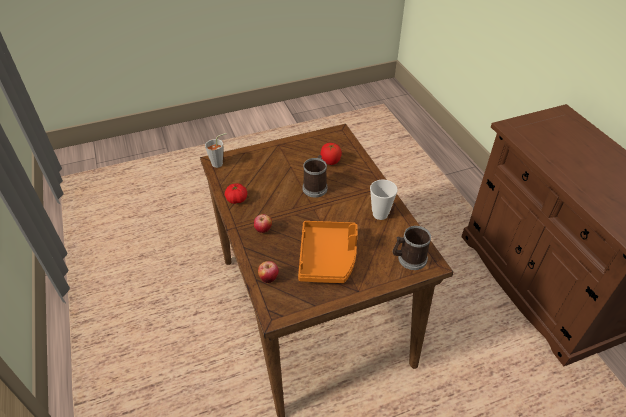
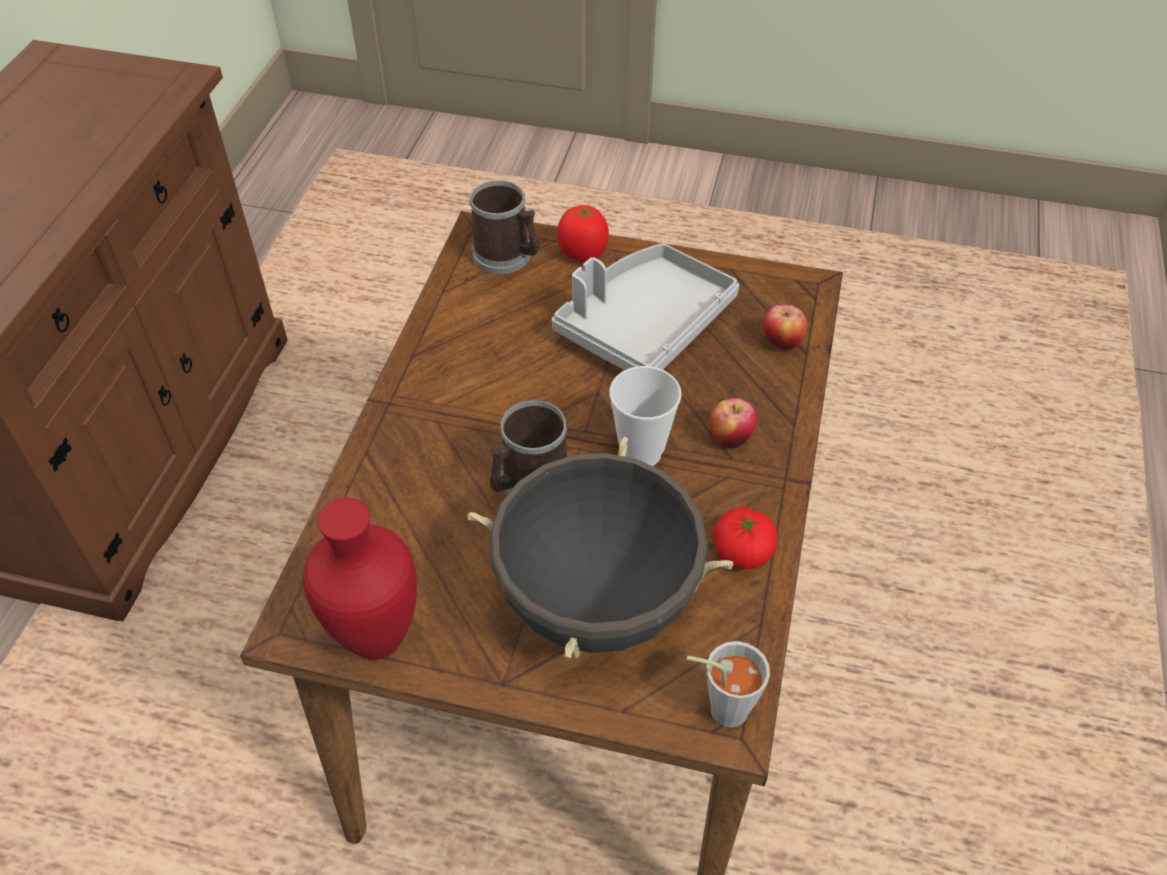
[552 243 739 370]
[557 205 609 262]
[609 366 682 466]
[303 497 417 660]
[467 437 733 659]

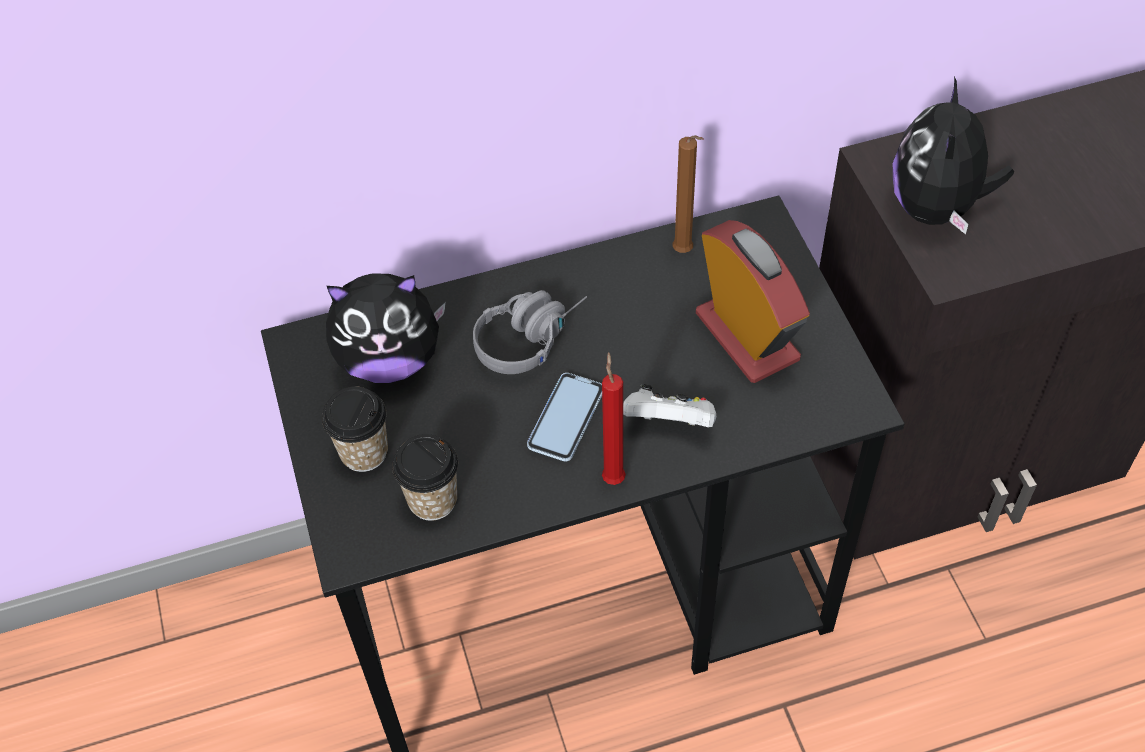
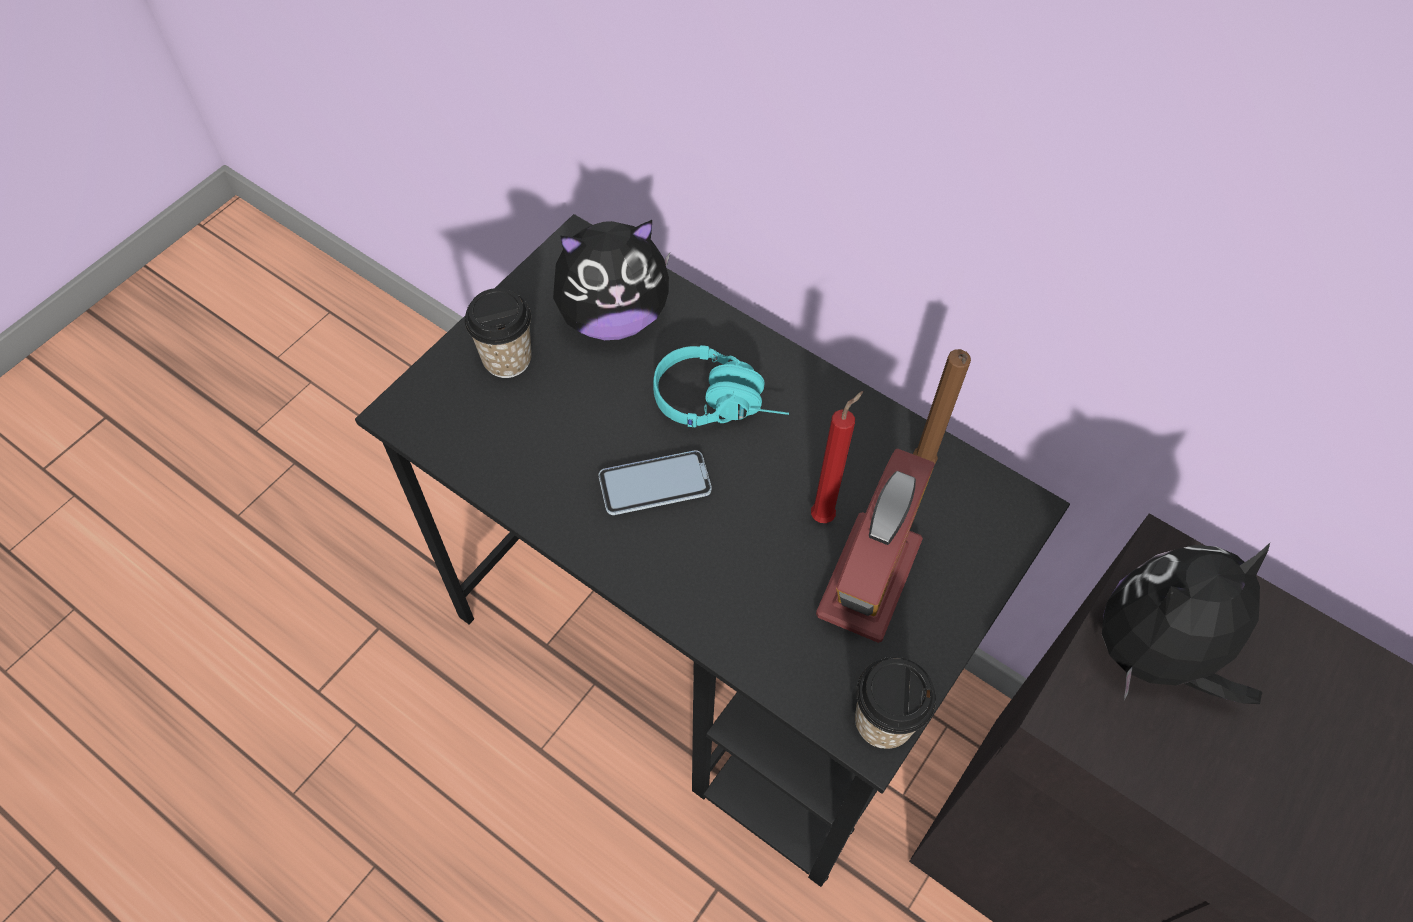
[553 220 670 340]
[855 657 936 749]
[653 345 789 428]
[811 391 863 523]
[623 384 716 427] (first image)

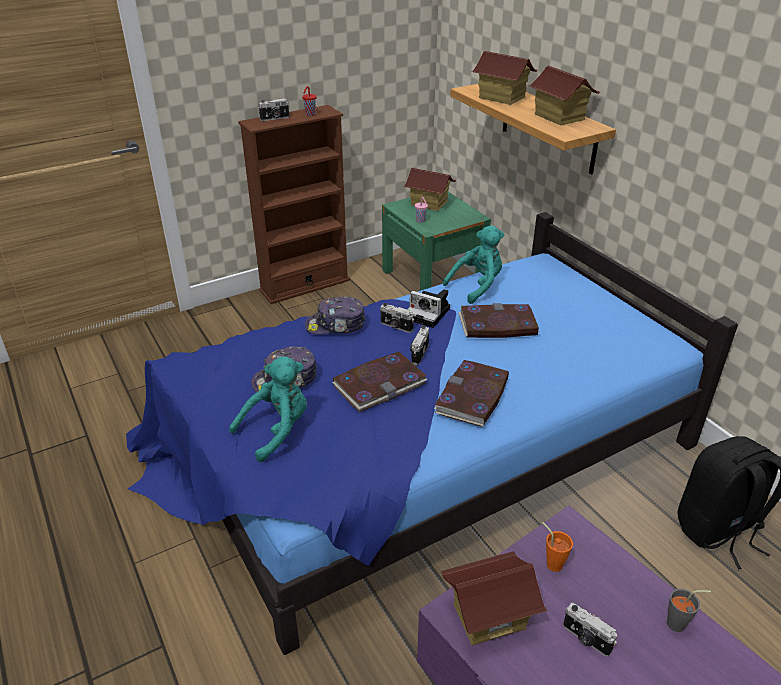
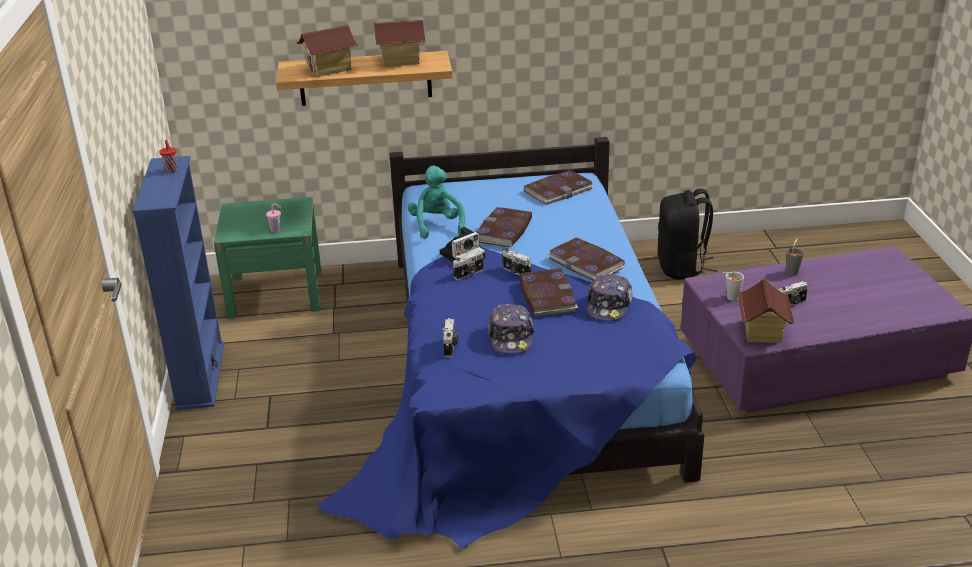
[229 356 307 462] (first image)
[133 156 224 410]
[442 318 458 358]
[587 274 633 321]
[403 168 456 211] (first image)
[722 272 744 301]
[524 170 593 205]

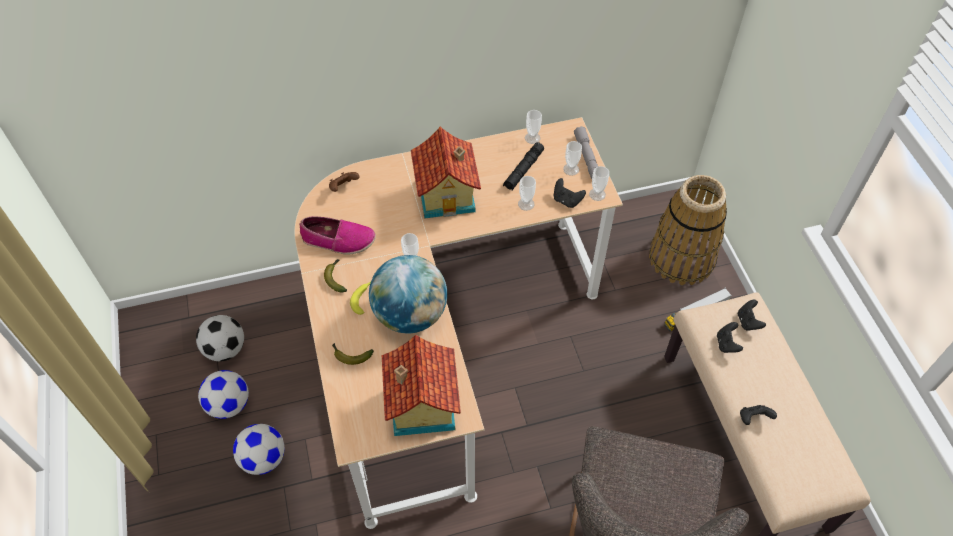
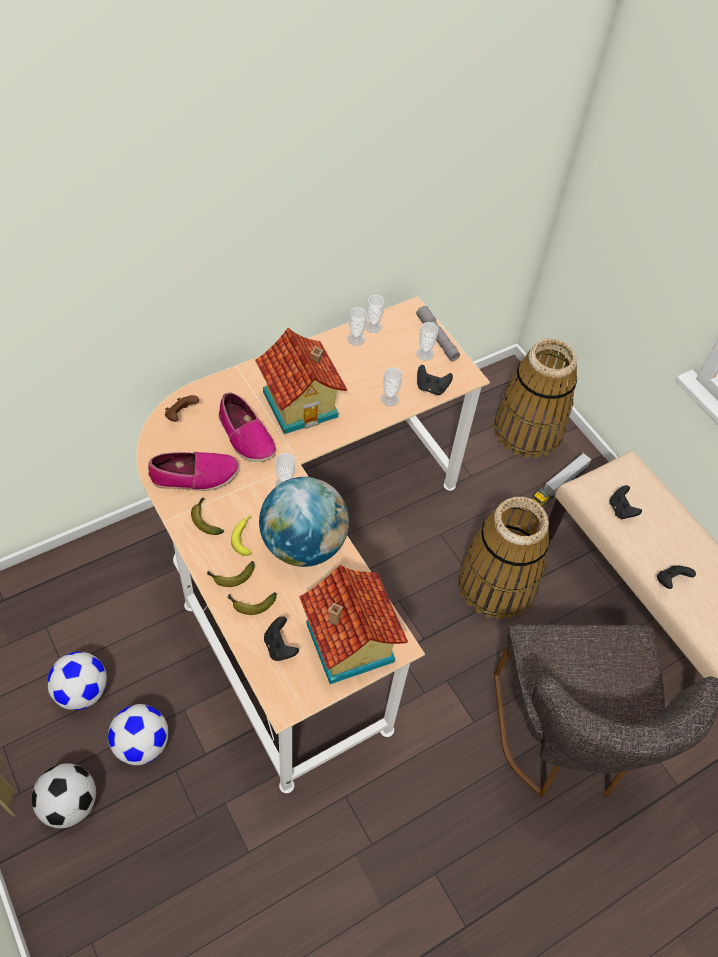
[32 763 96 828]
[503 142 544 190] (first image)
[347 307 367 346]
[264 616 299 661]
[207 561 255 587]
[218 392 276 462]
[458 497 550 620]

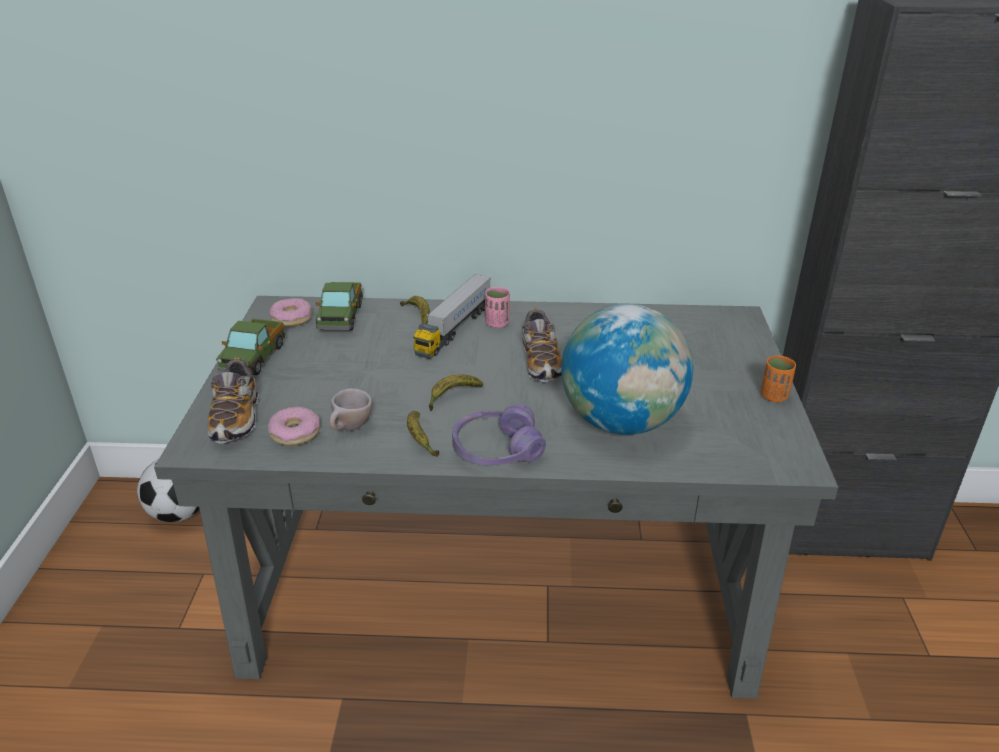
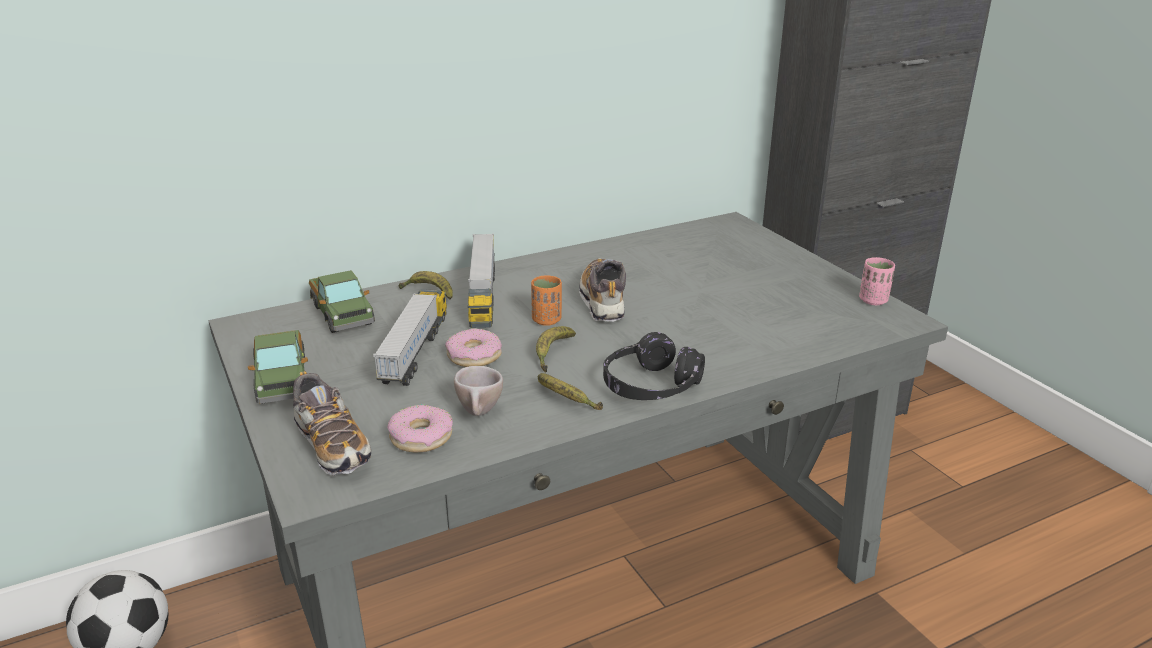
[445 328 502 367]
[603 332 705 400]
[859 257 895 305]
[579 258 626 322]
[561 304 693 435] (first image)
[531 275 562 326]
[373 289 447 386]

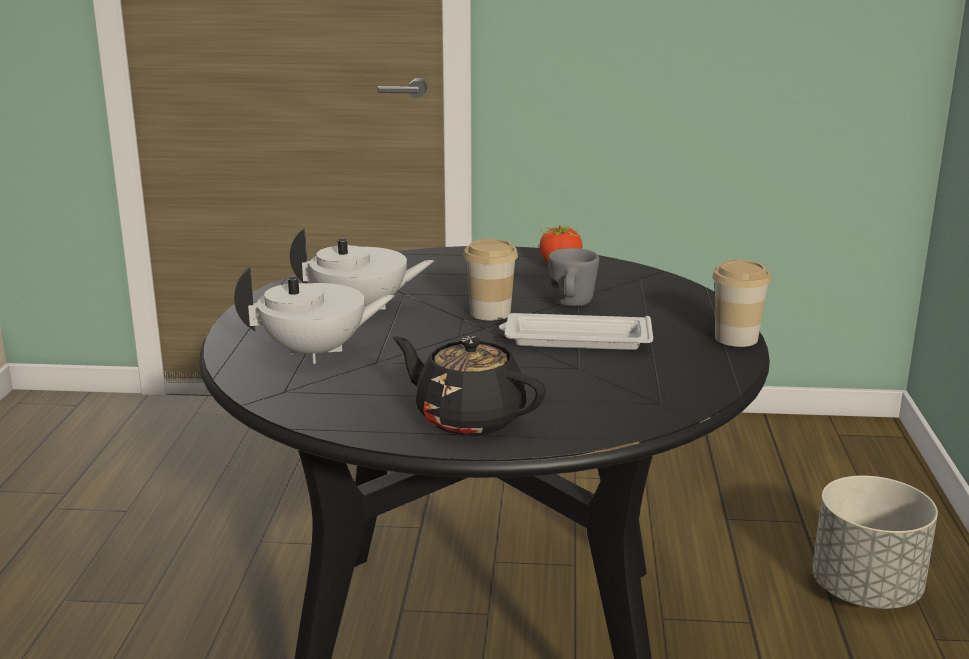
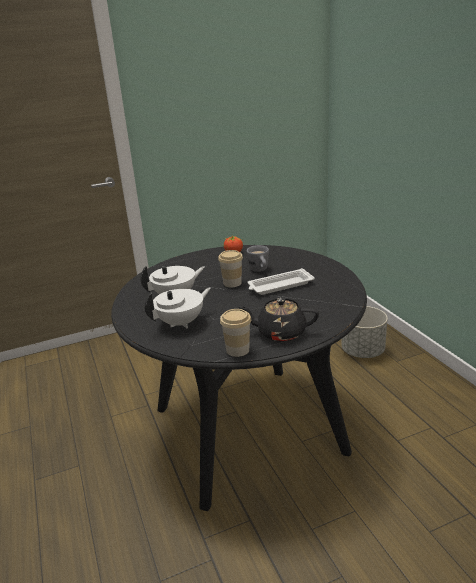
[220 309 251 357]

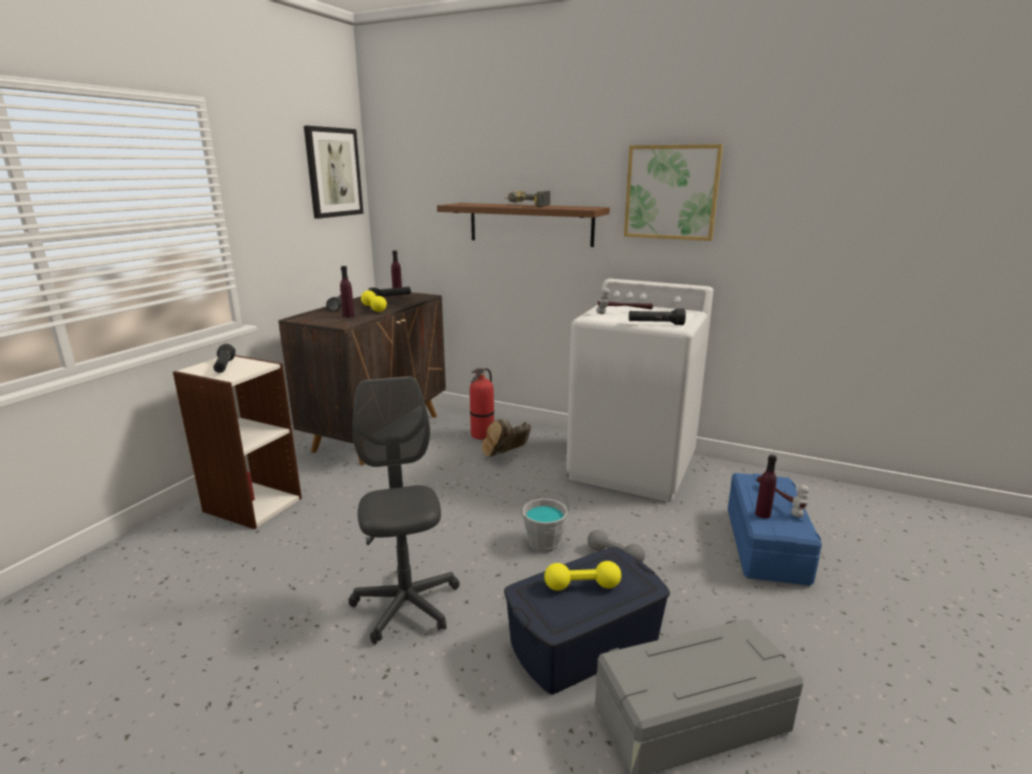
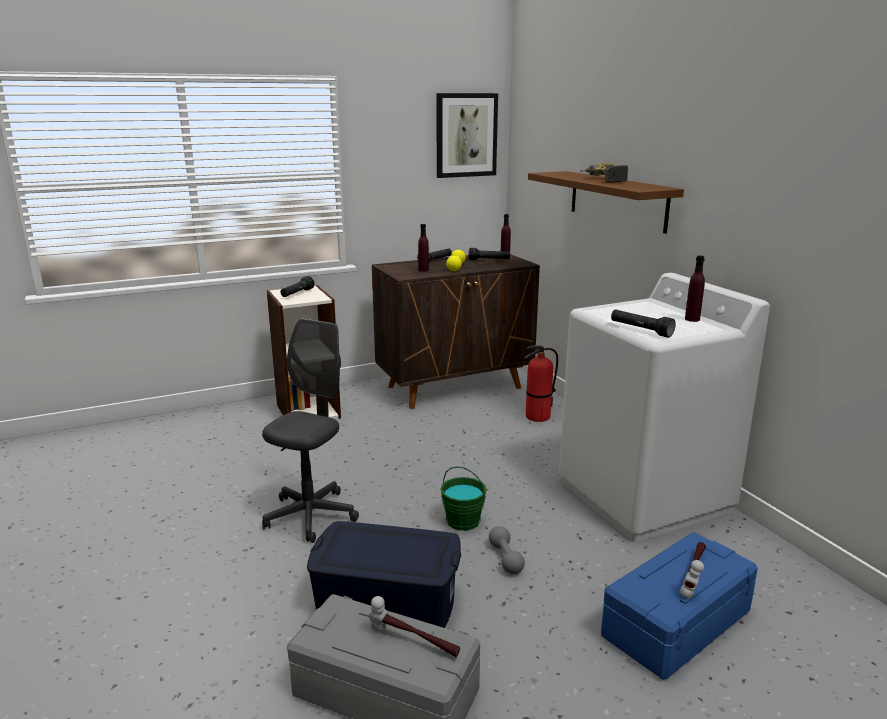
[482 419 531 457] (first image)
[440 466 487 531]
[544 561 621 591] (first image)
[369 596 460 657]
[624 144 723 241] (first image)
[685 255 705 322]

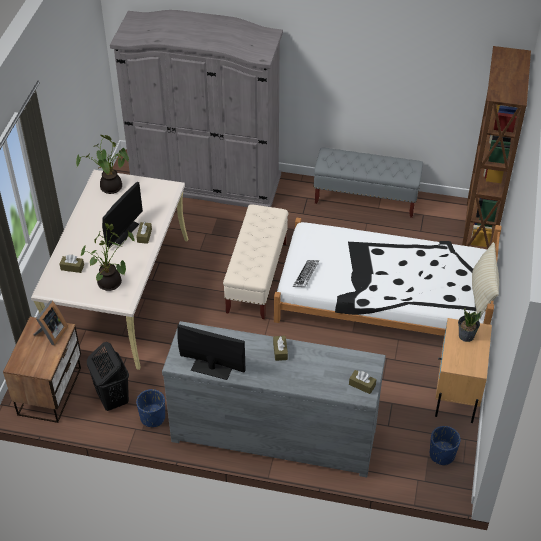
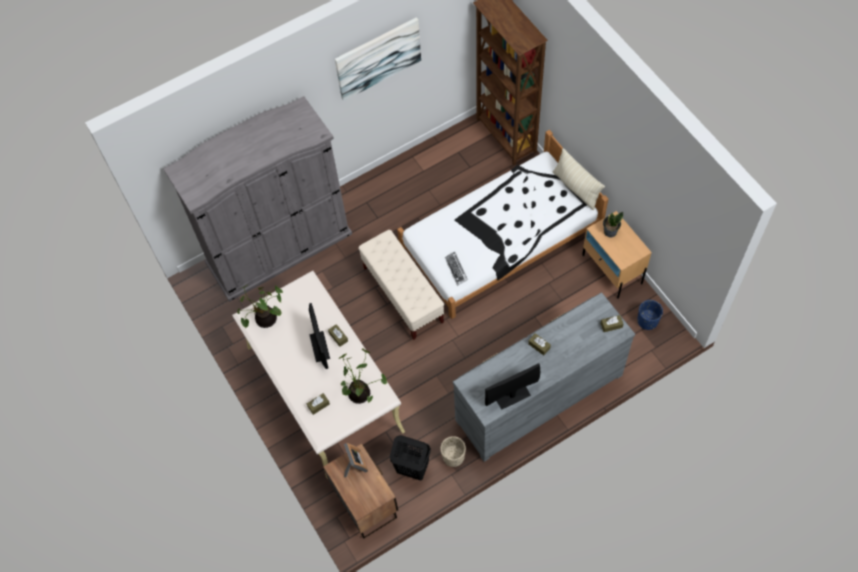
[441 436 466 467]
[313 147 423 218] (first image)
[335 17 421 101]

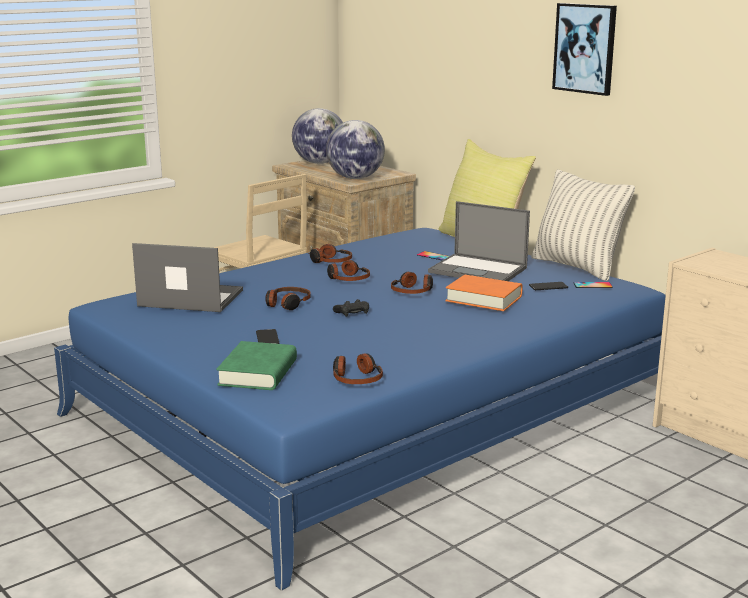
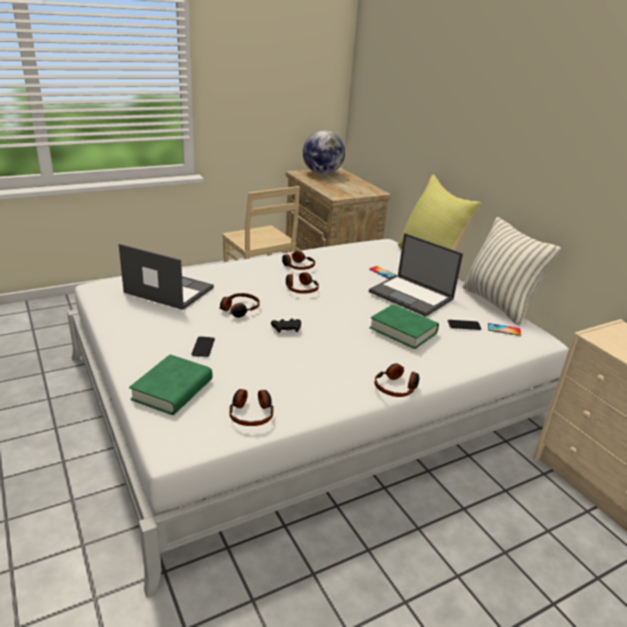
[67 239 569 597]
[326 120 385 179] (first image)
[374 363 420 397]
[369 304 439 349]
[552 3 617 96] (first image)

